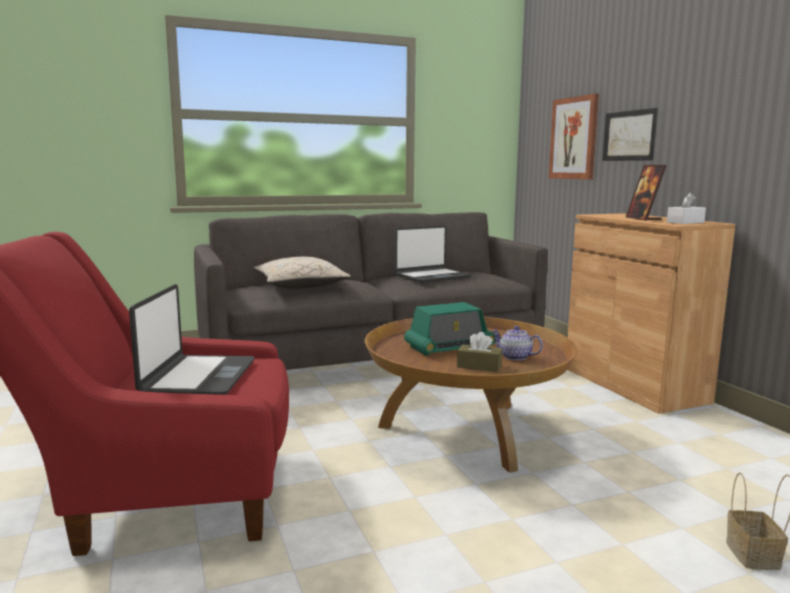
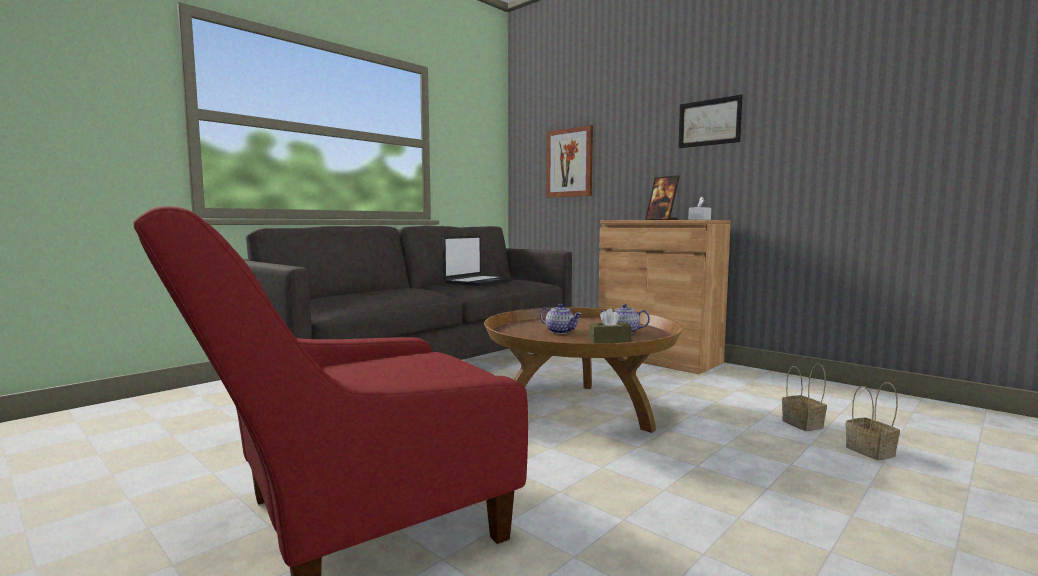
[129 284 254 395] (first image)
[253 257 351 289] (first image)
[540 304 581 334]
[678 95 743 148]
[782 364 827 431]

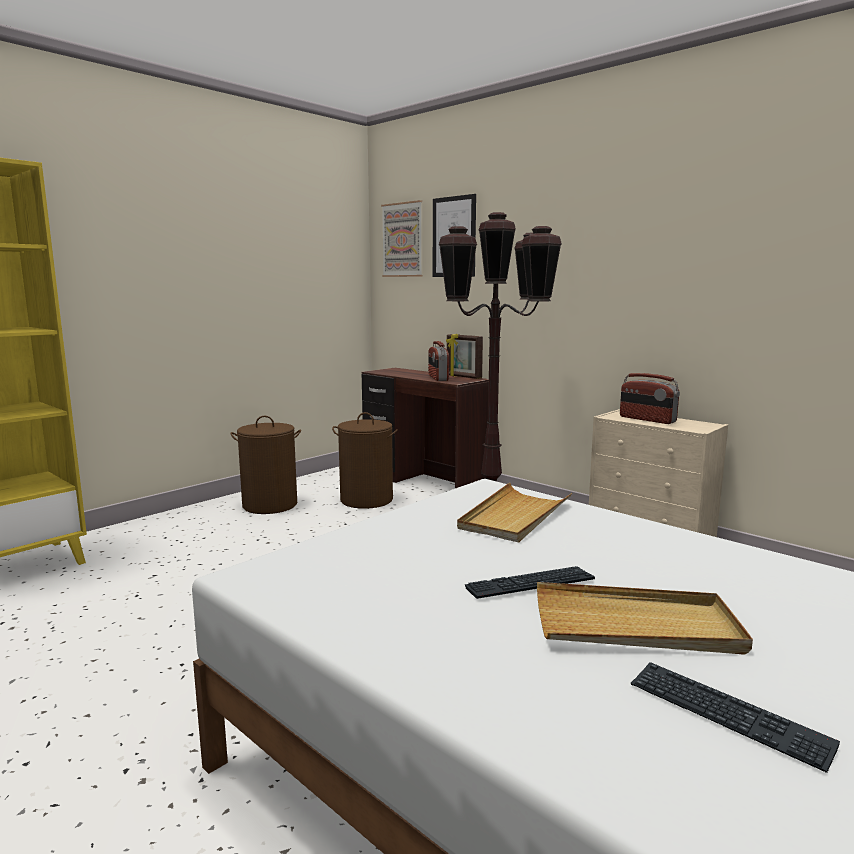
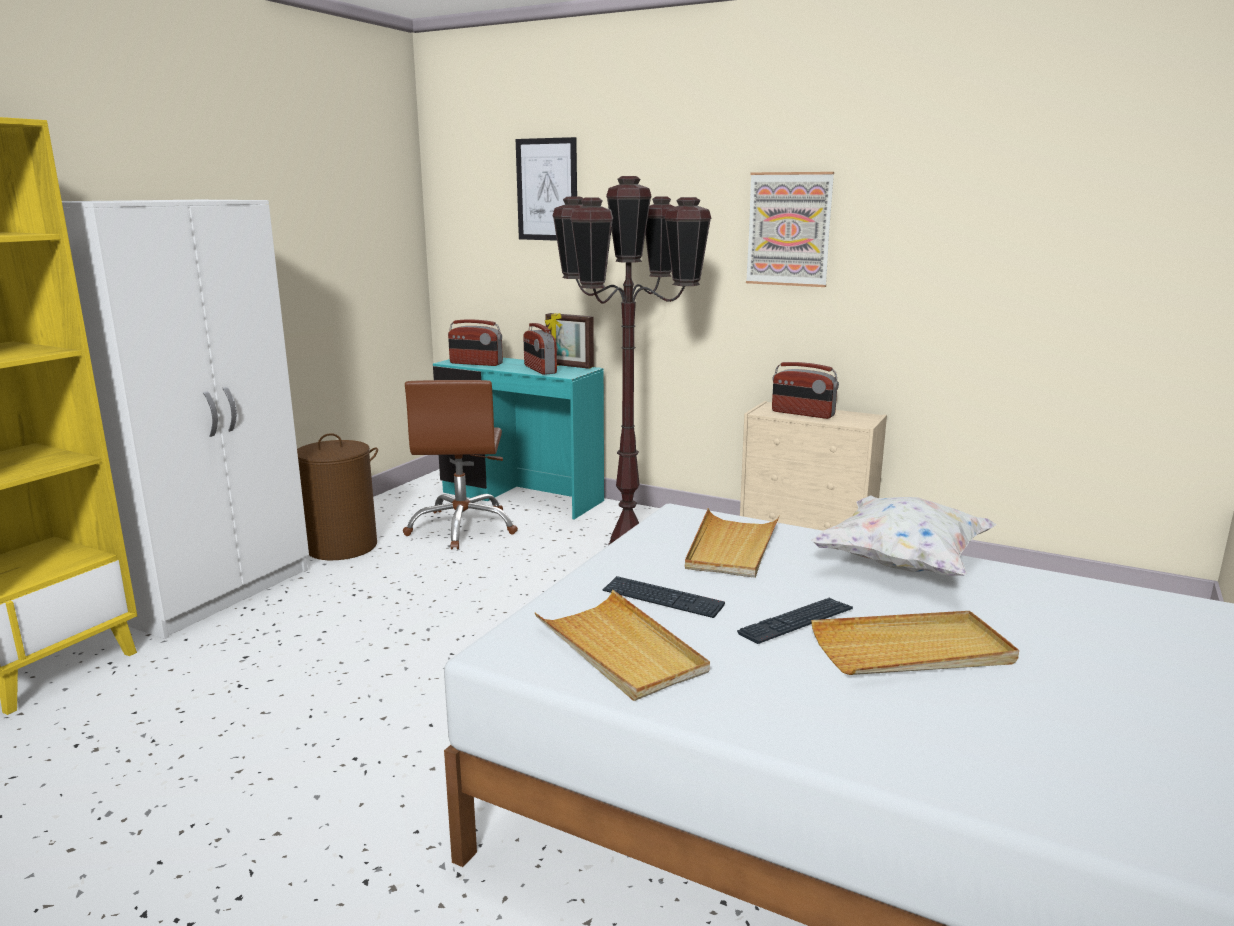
[403 380 518 550]
[433 358 604 520]
[746 172 834 287]
[602 576 725 618]
[62 200 309 639]
[448 319 503 366]
[535 590 710 701]
[811 495 997 576]

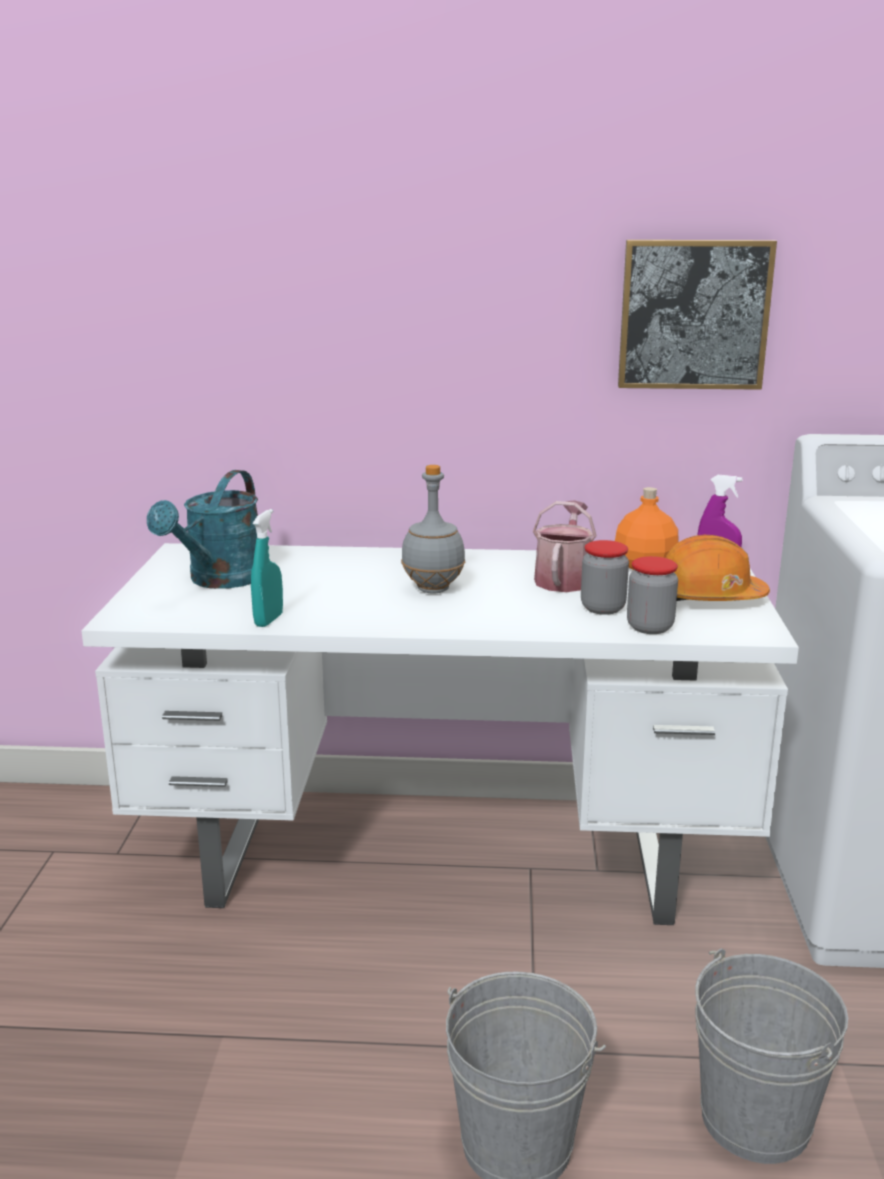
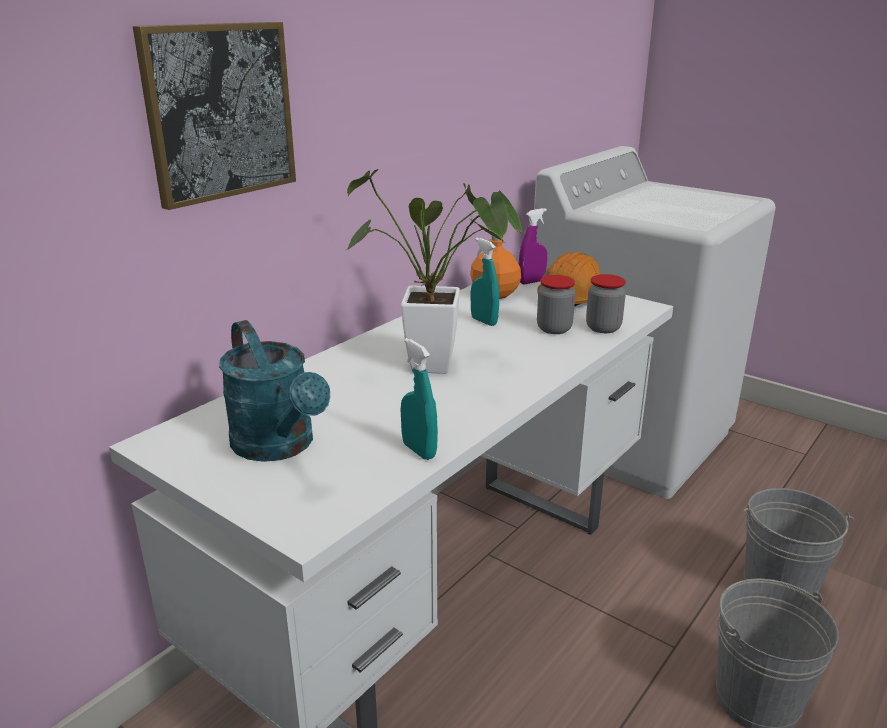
[345 169 524 374]
[471 238 499 326]
[133 22 296 210]

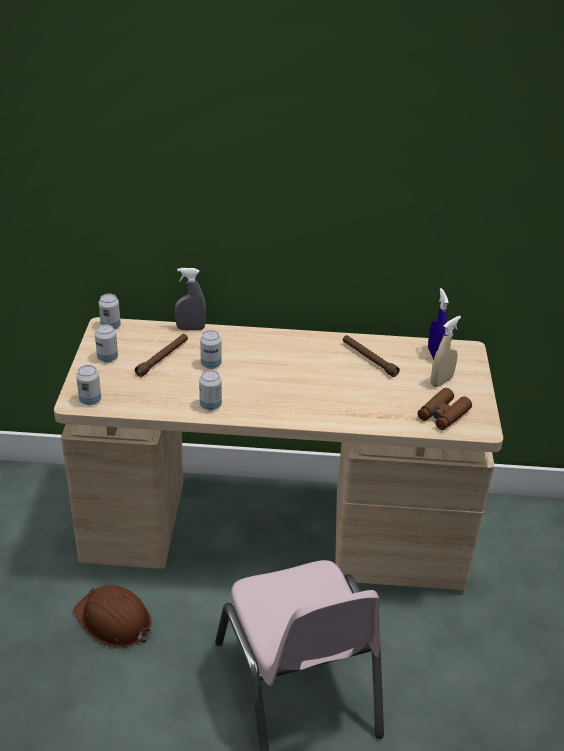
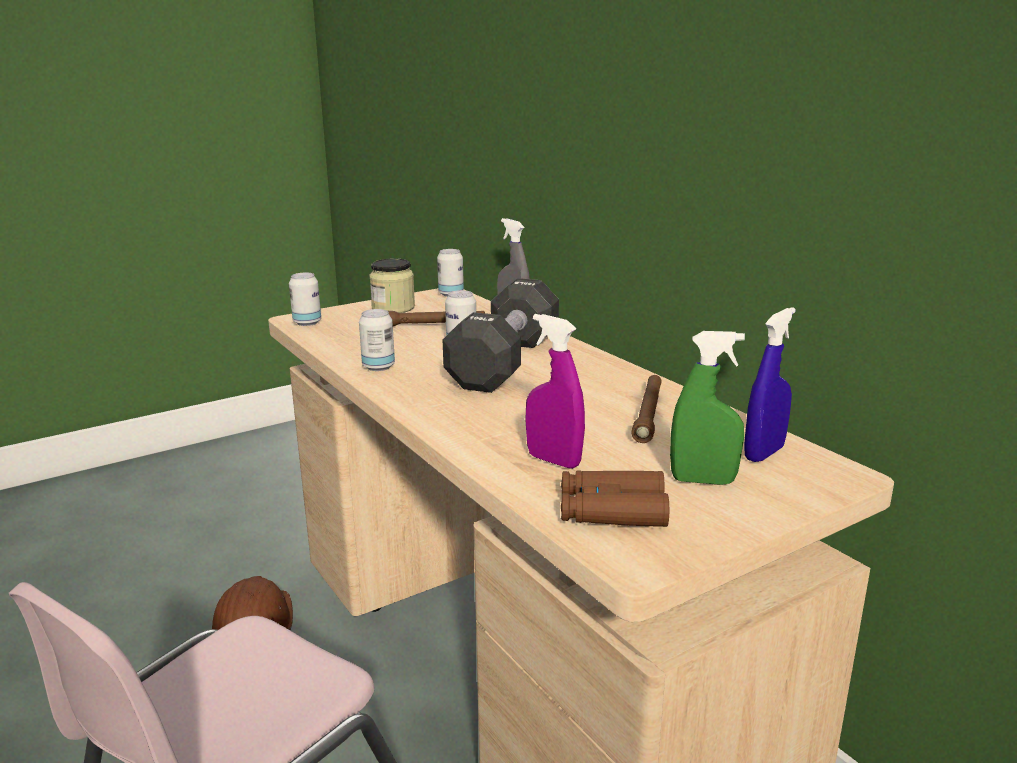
[369 258 415 313]
[670 331 745 485]
[443 278 559 393]
[525 314 585 469]

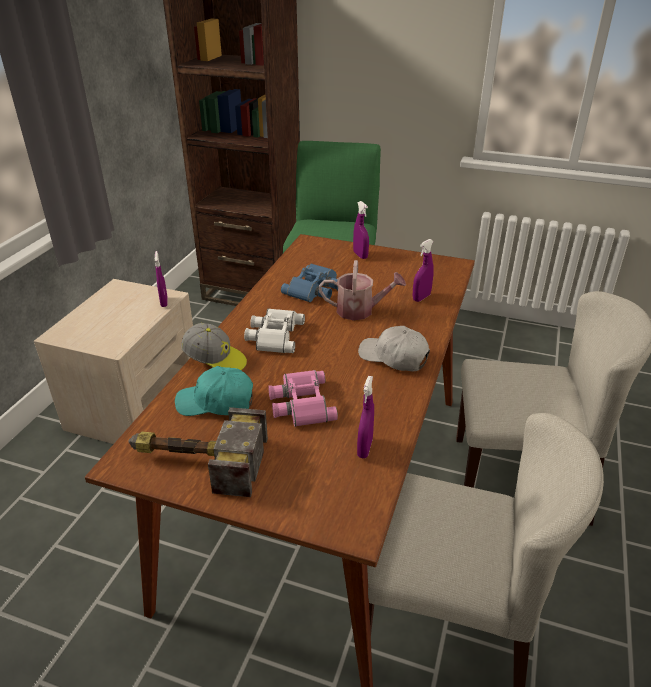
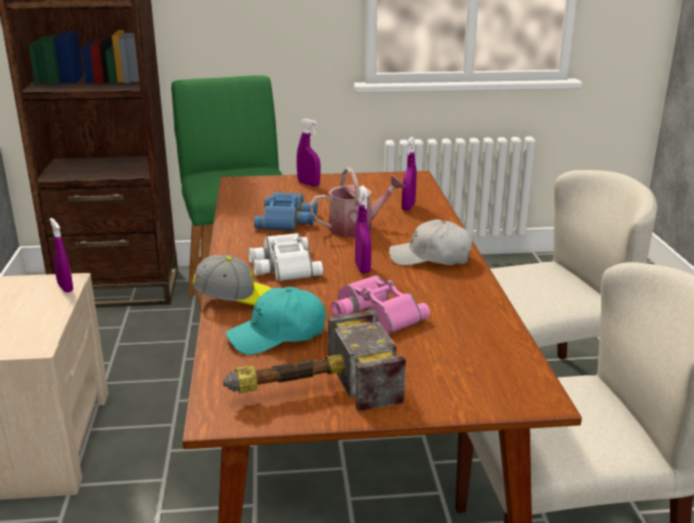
[355 186 371 274]

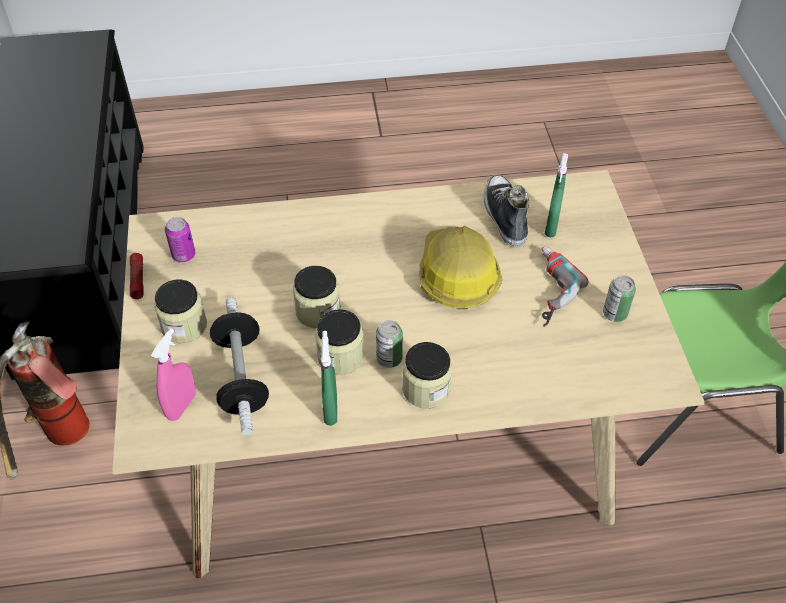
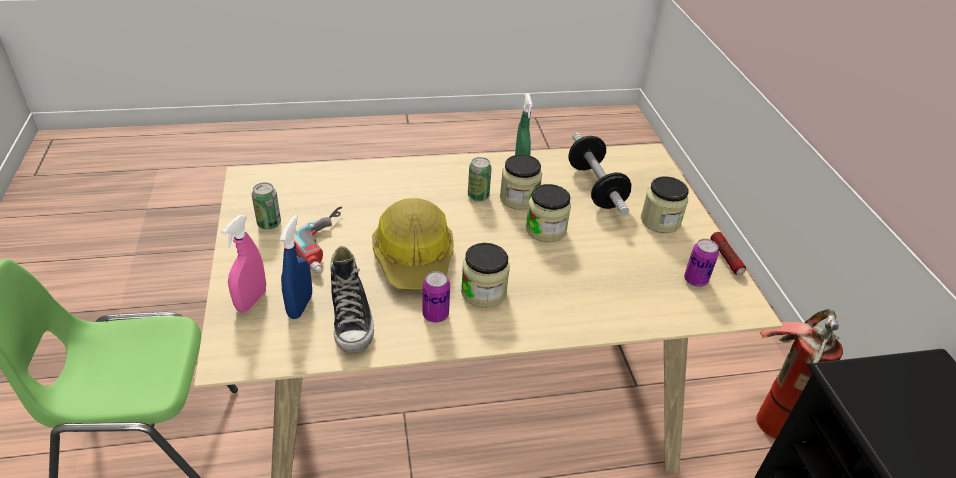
[221 215 266 313]
[461 243 510 308]
[280 215 312 319]
[422 271 450 323]

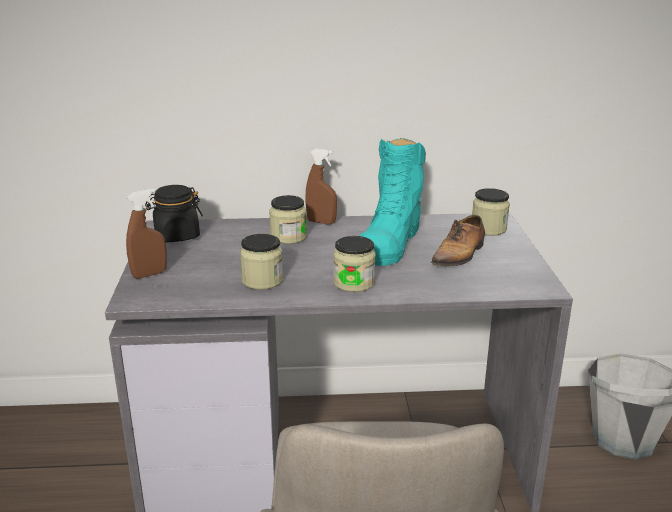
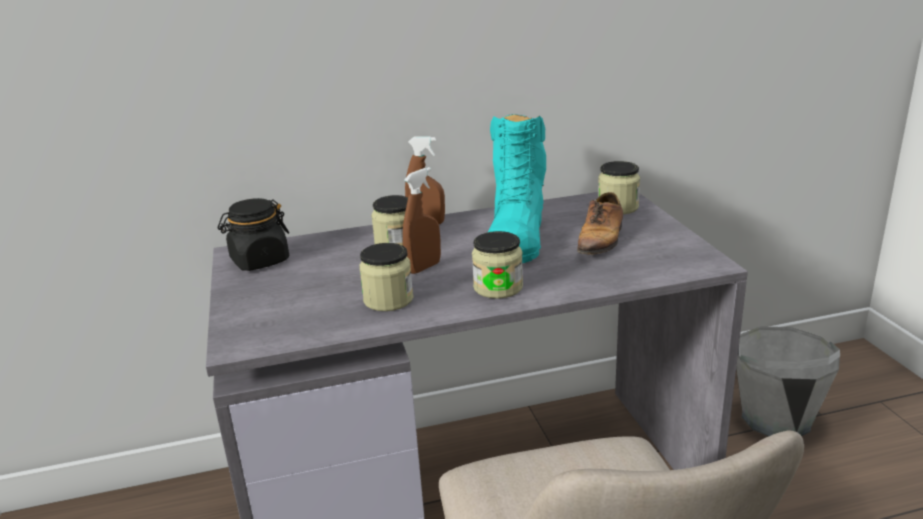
[403 167 441 274]

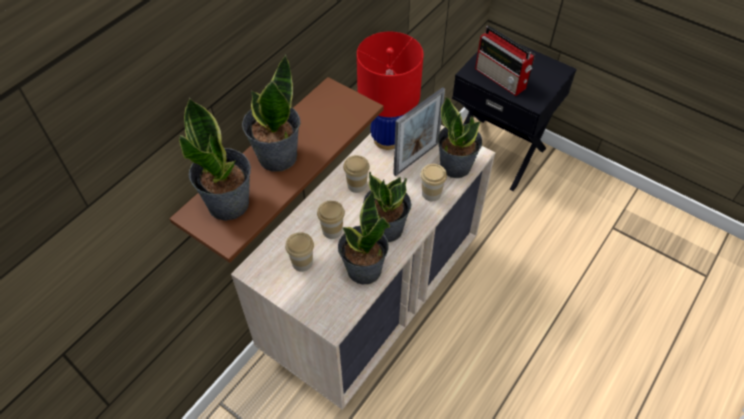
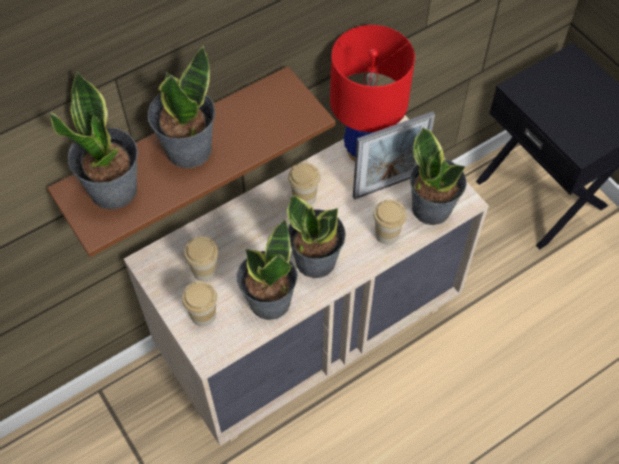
[182 281 217 327]
[475 26 535 96] (first image)

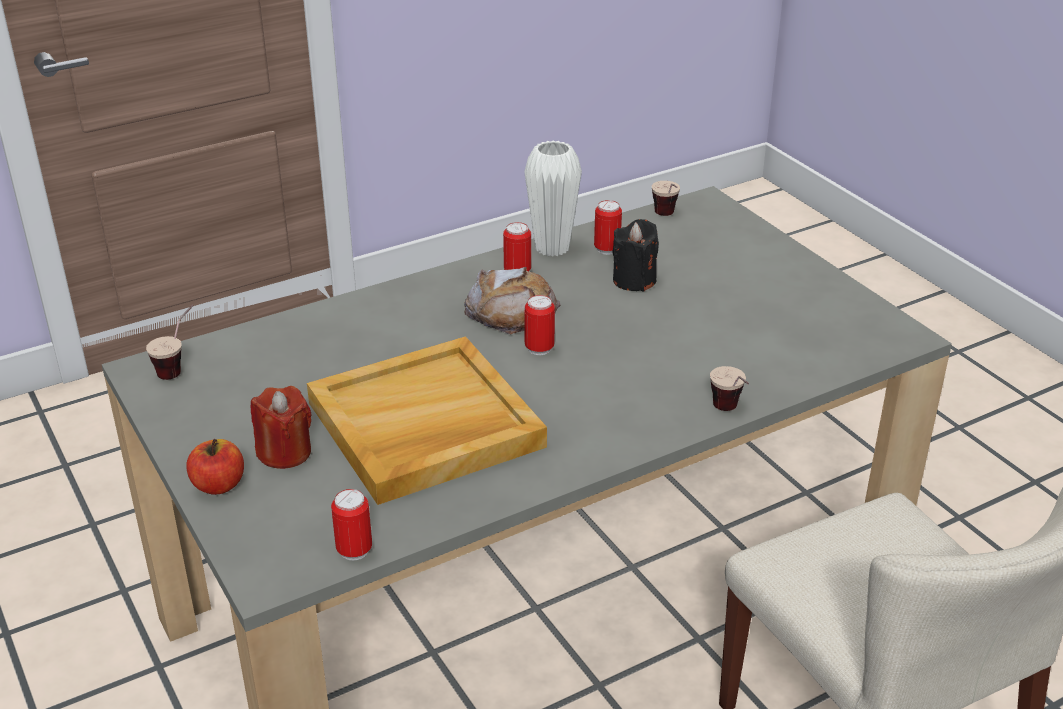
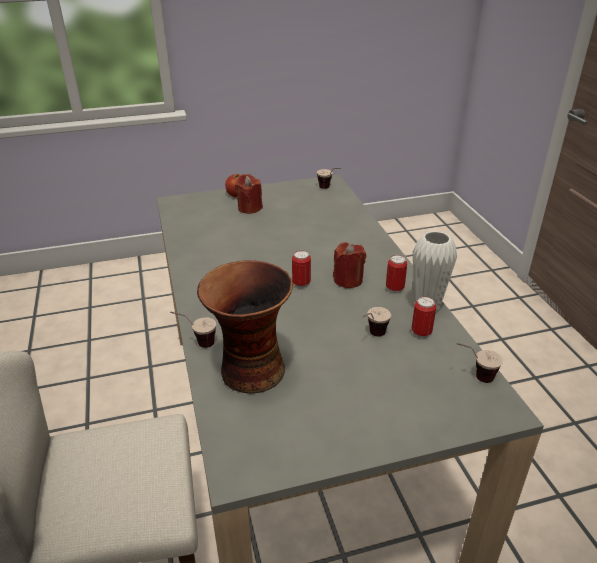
[307 336 547 505] (first image)
[331 489 372 561] (first image)
[333 243 366 288]
[362 307 391 337]
[197 260 293 394]

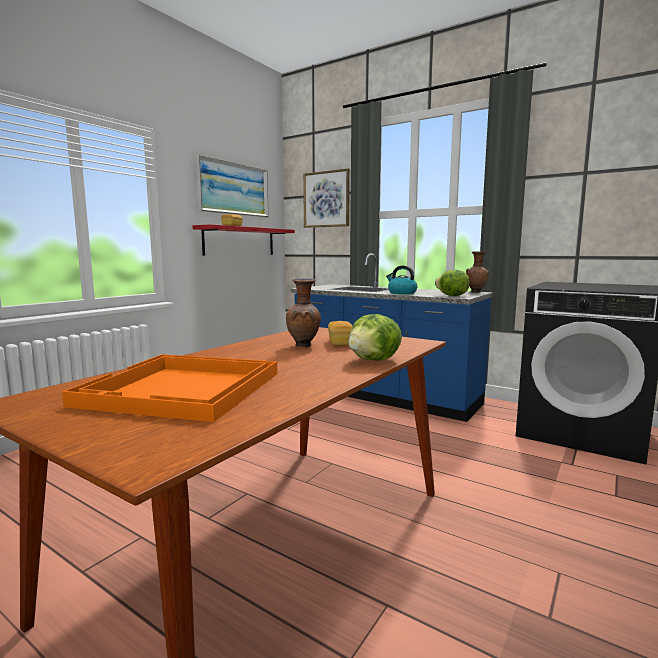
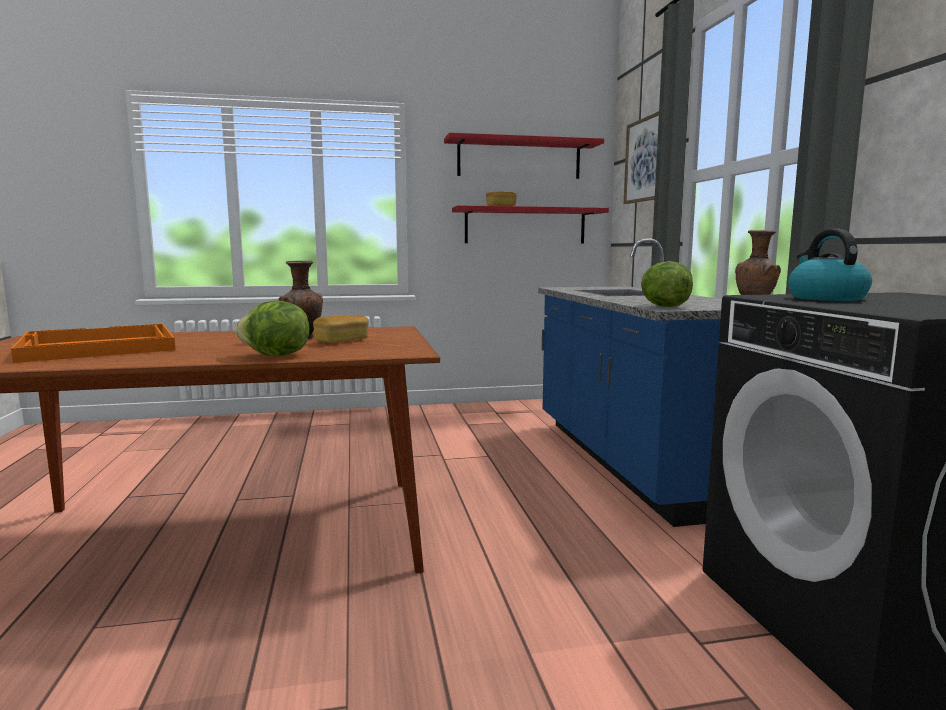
[444 133 604 179]
[788 229 872 301]

